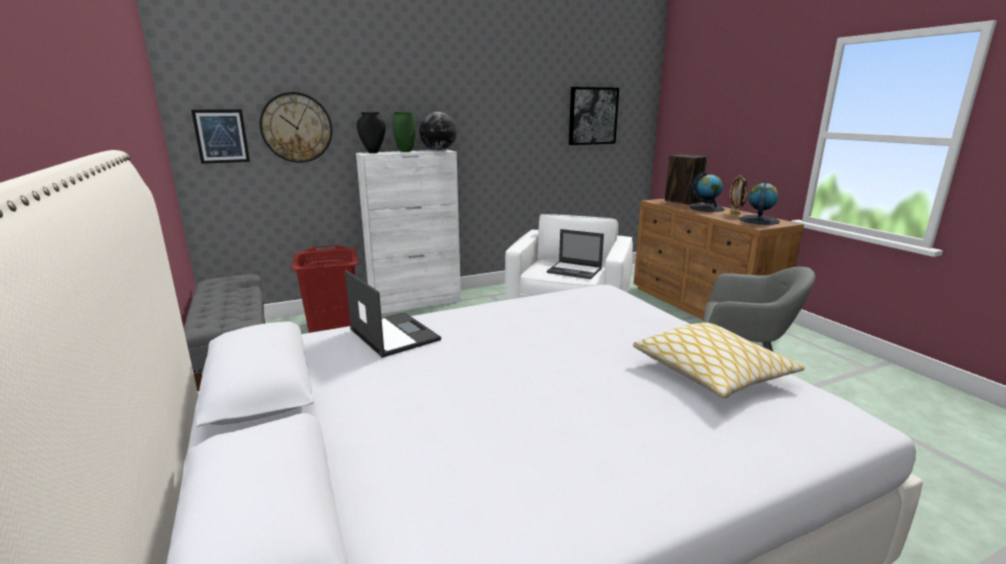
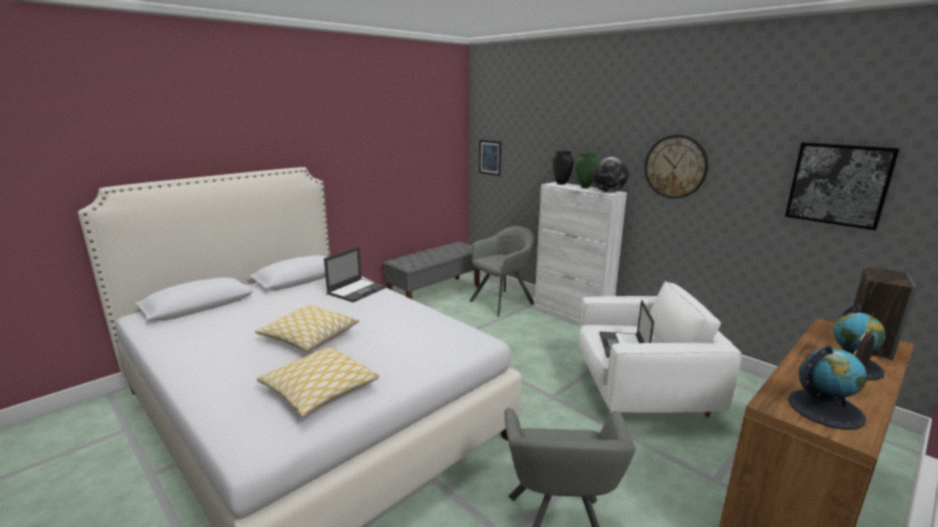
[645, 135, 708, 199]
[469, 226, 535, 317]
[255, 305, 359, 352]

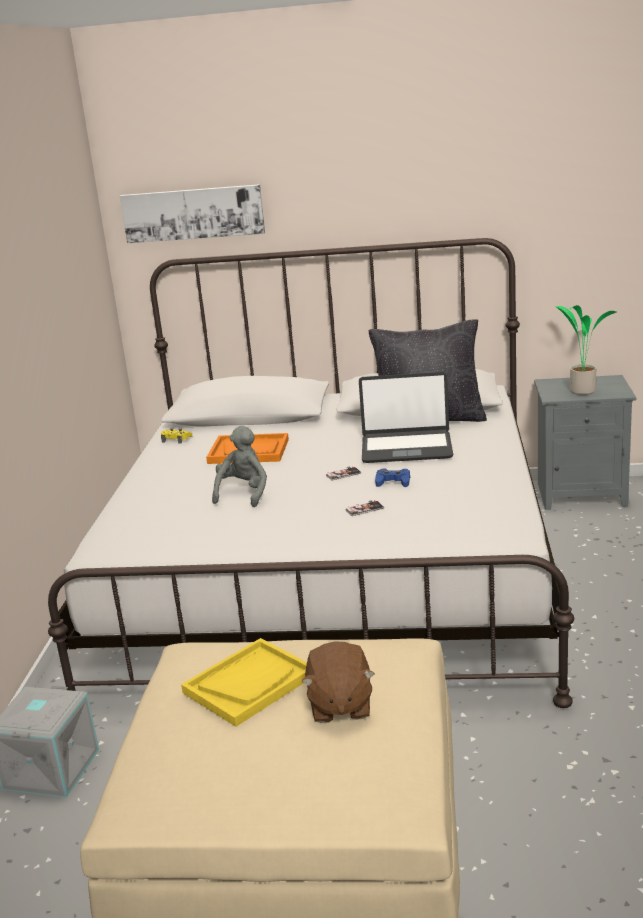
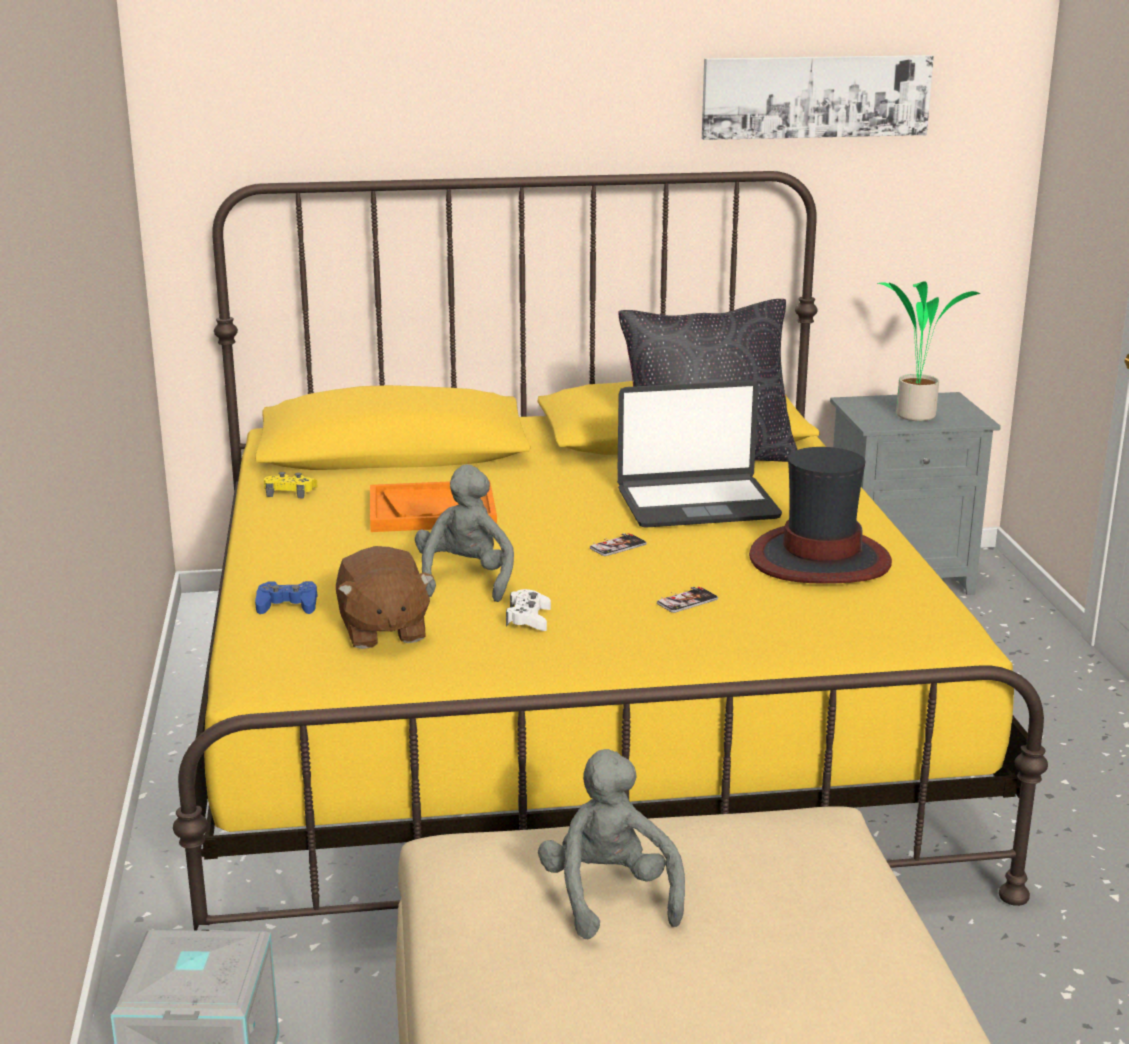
[702, 55, 934, 140]
[173, 171, 1048, 931]
[255, 581, 318, 614]
[538, 749, 685, 939]
[336, 546, 434, 649]
[749, 447, 892, 584]
[506, 589, 551, 631]

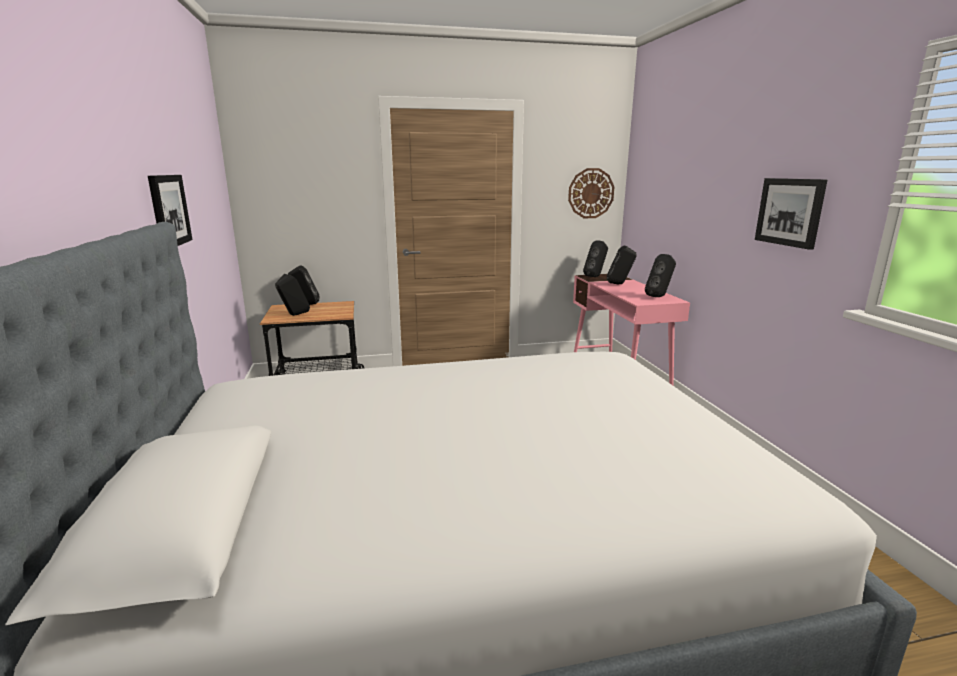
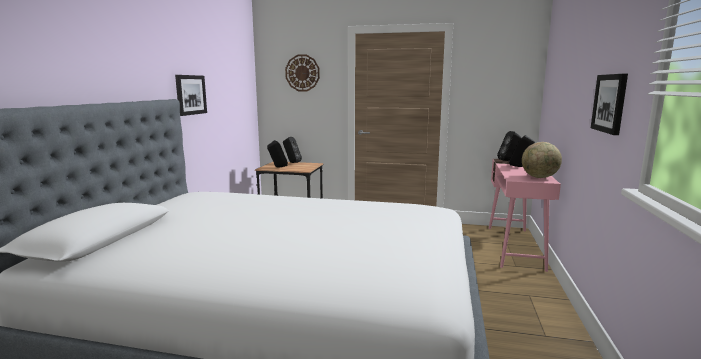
[285, 55, 320, 91]
[522, 142, 562, 178]

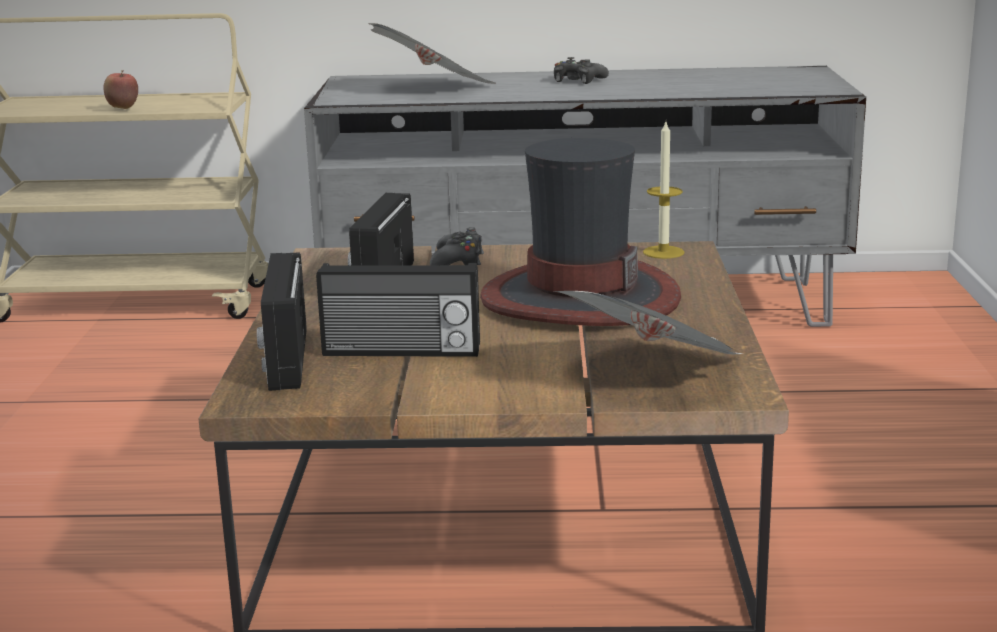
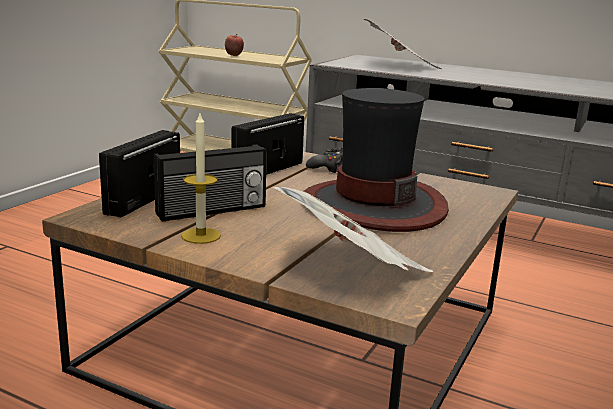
[554, 57, 609, 84] (first image)
[181, 113, 221, 244]
[154, 144, 267, 222]

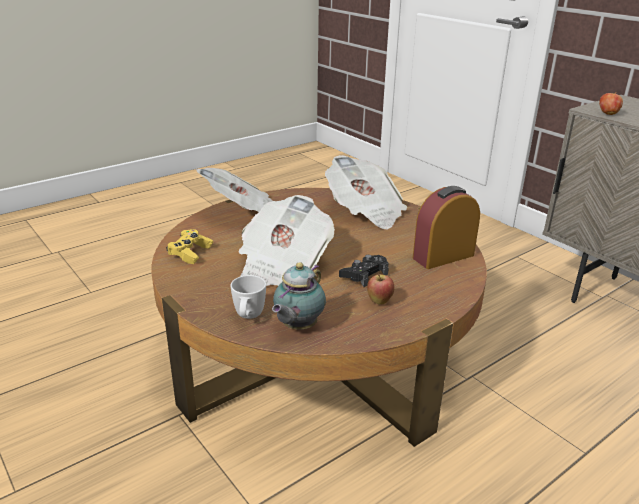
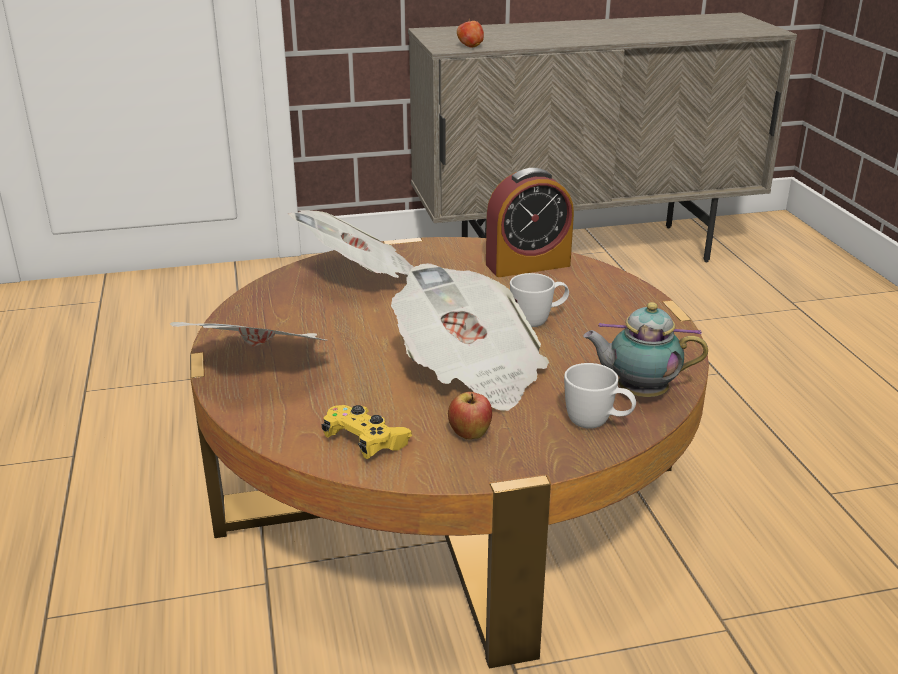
[486, 168, 574, 277]
[510, 273, 569, 327]
[583, 302, 708, 397]
[448, 392, 492, 439]

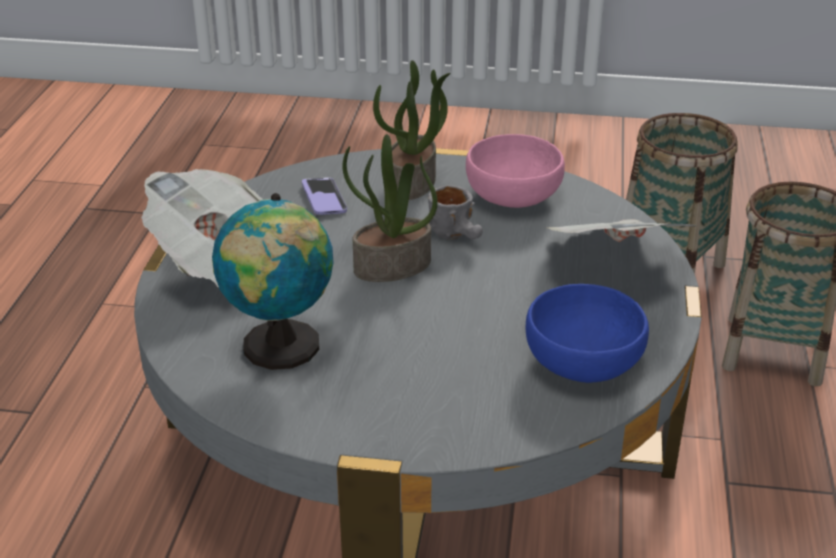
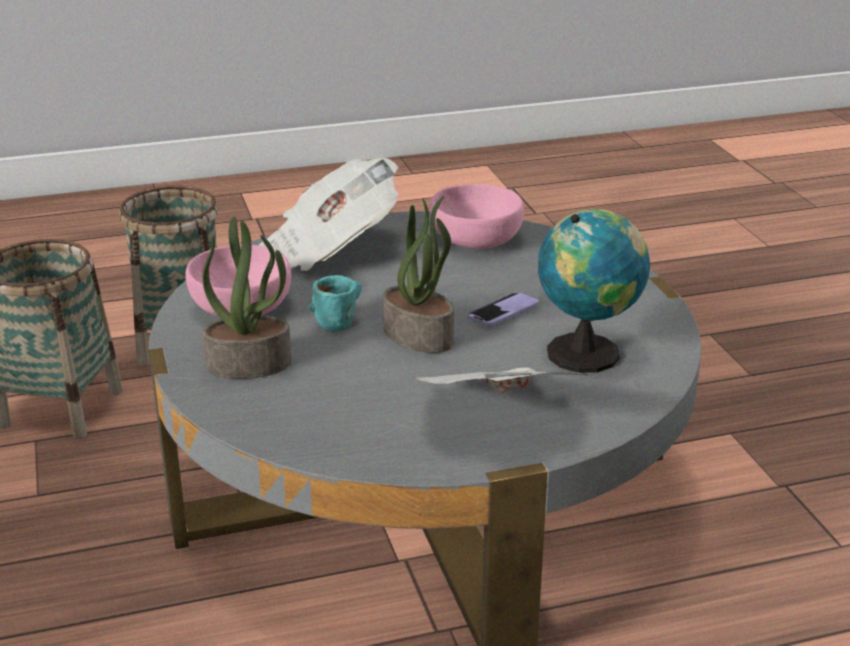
[467, 292, 539, 326]
[309, 275, 362, 332]
[430, 184, 524, 249]

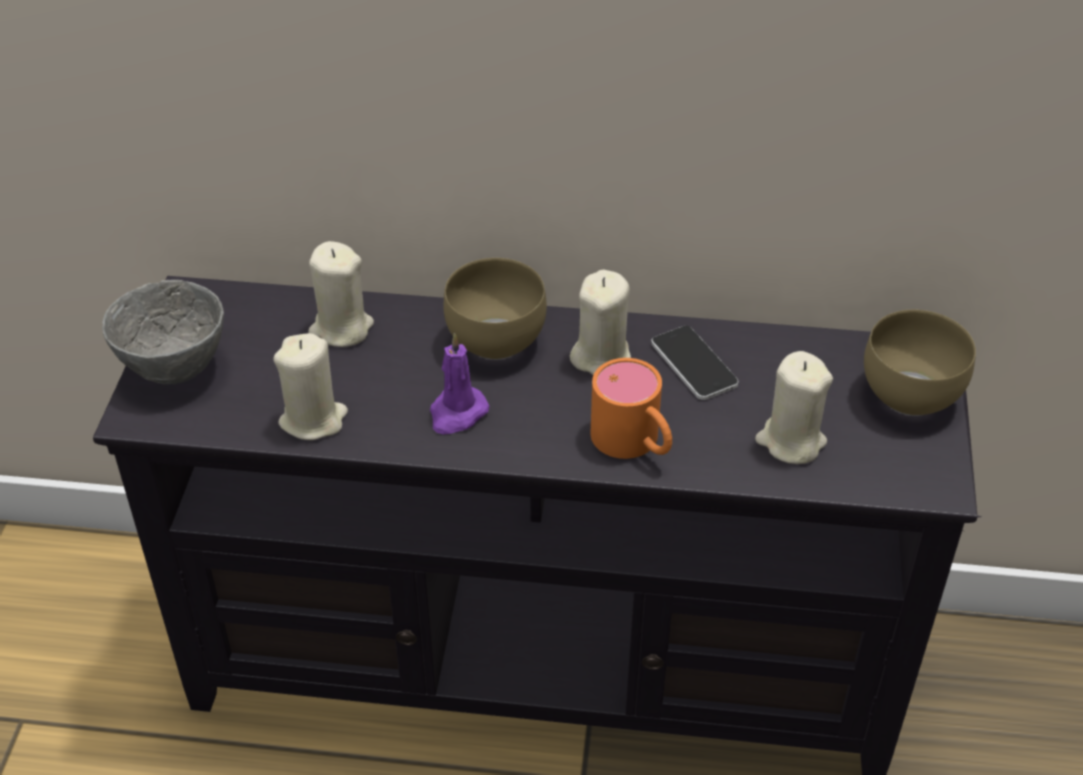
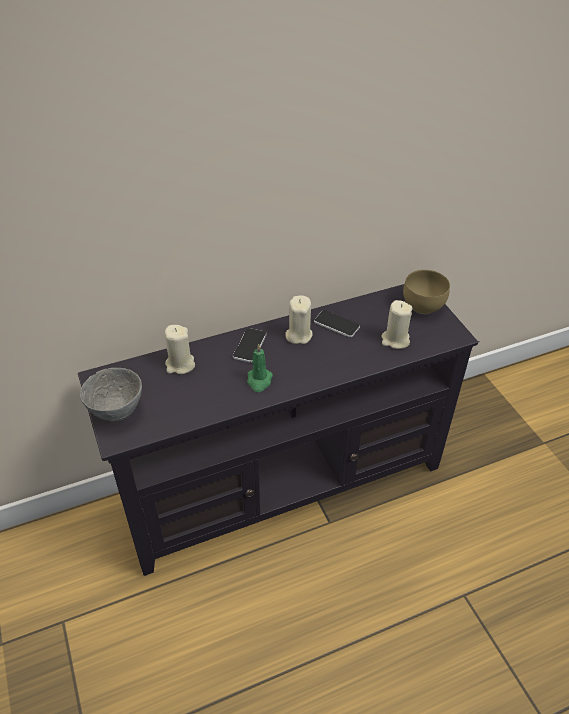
[233, 328, 266, 363]
[274, 333, 348, 440] (first image)
[247, 344, 273, 392]
[591, 358, 672, 459] (first image)

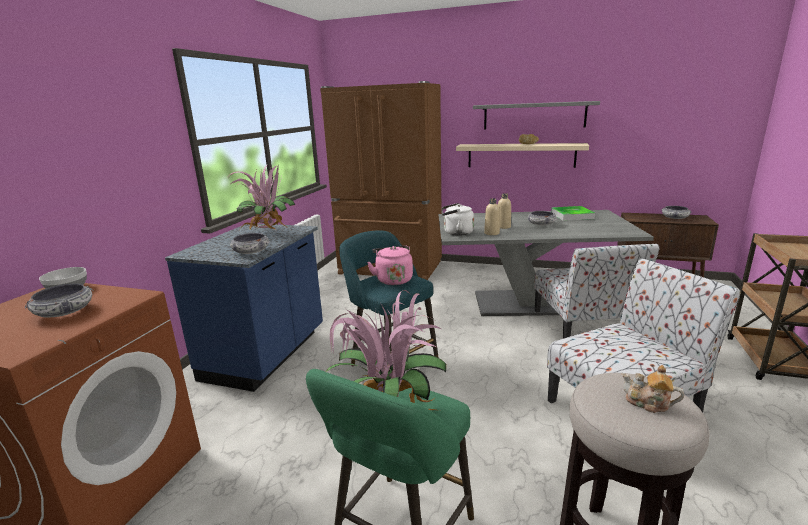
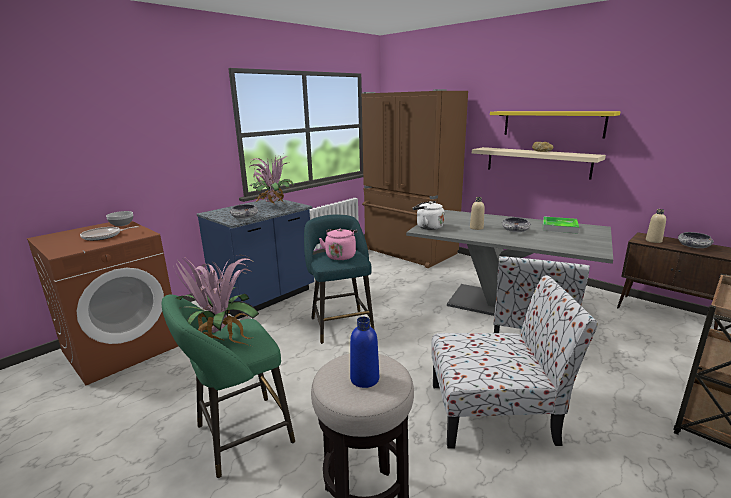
[490, 111, 621, 139]
[646, 209, 666, 243]
[80, 226, 139, 241]
[350, 317, 379, 388]

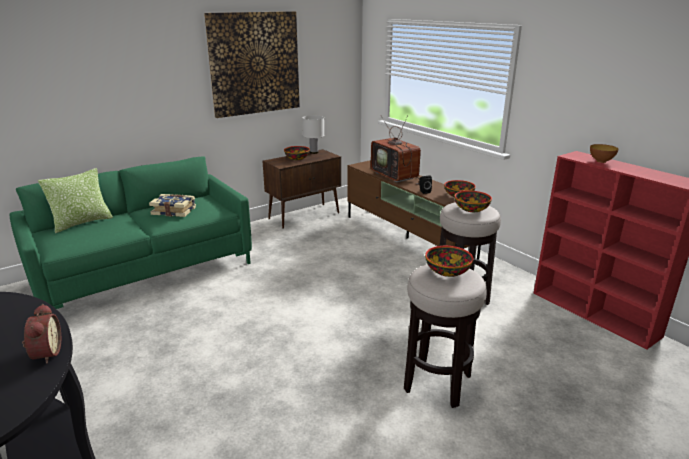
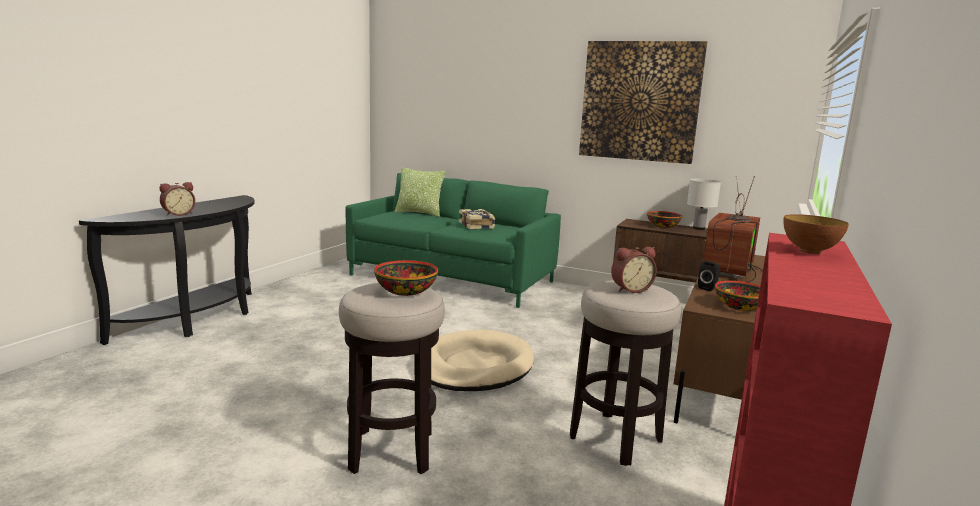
[611, 247, 657, 293]
[431, 330, 534, 391]

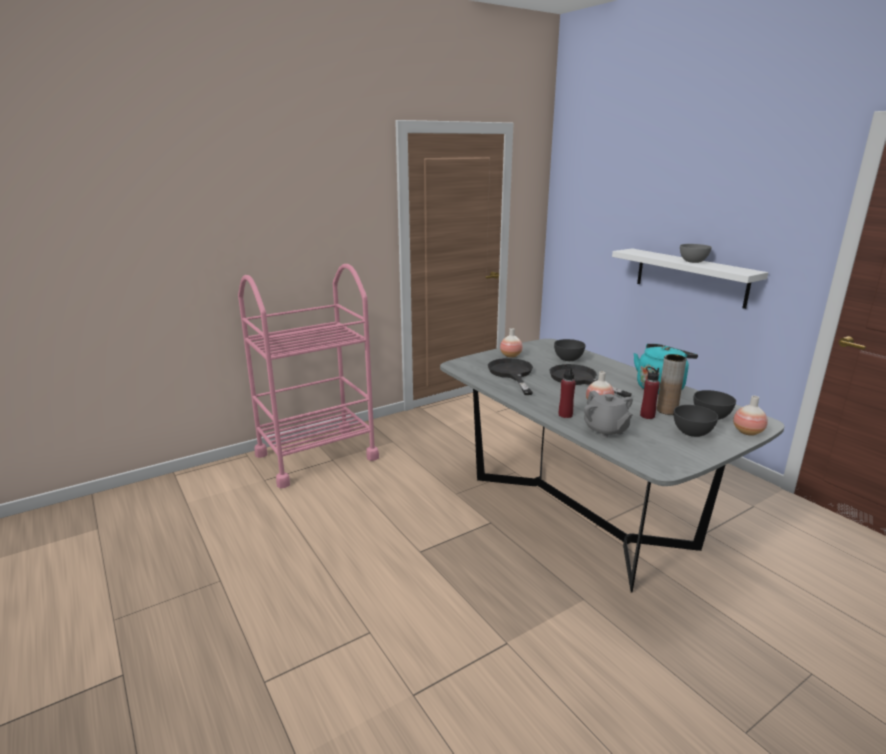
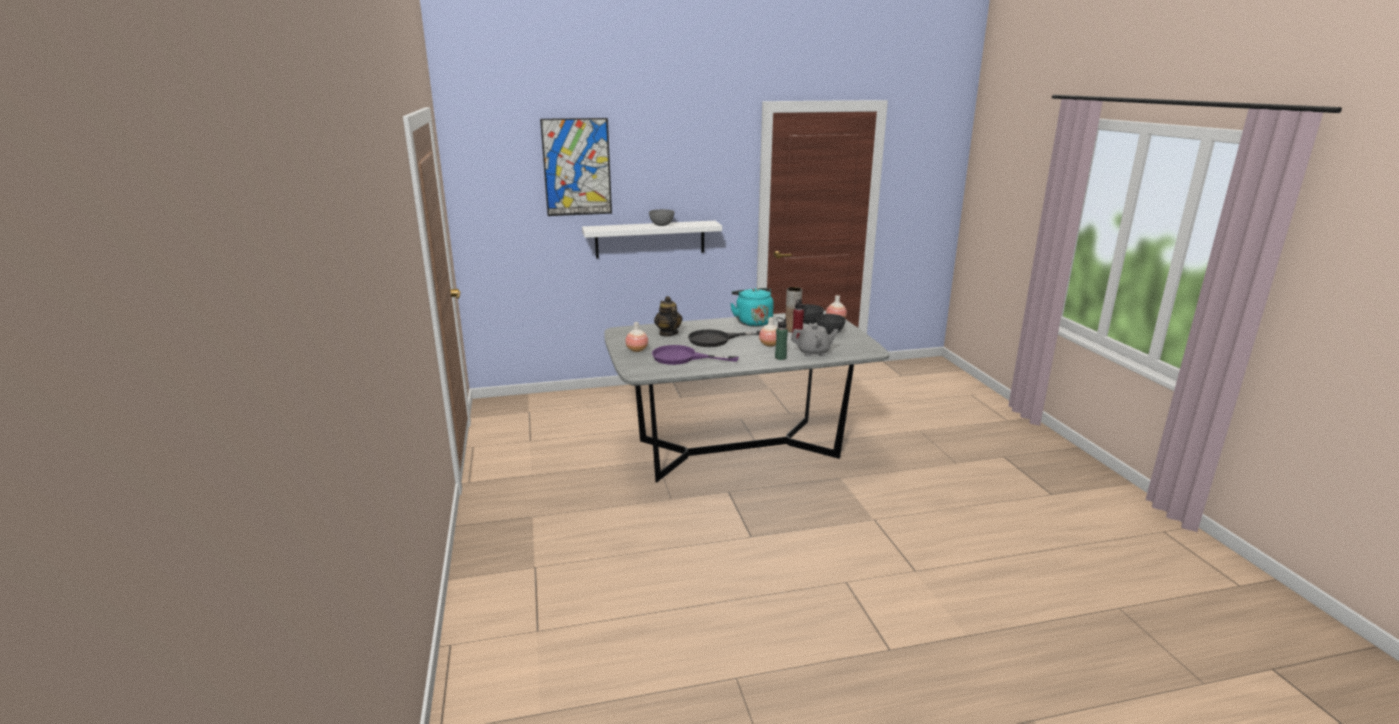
[238, 264, 379, 489] (first image)
[654, 296, 682, 337]
[652, 345, 739, 365]
[775, 317, 788, 360]
[540, 118, 612, 216]

